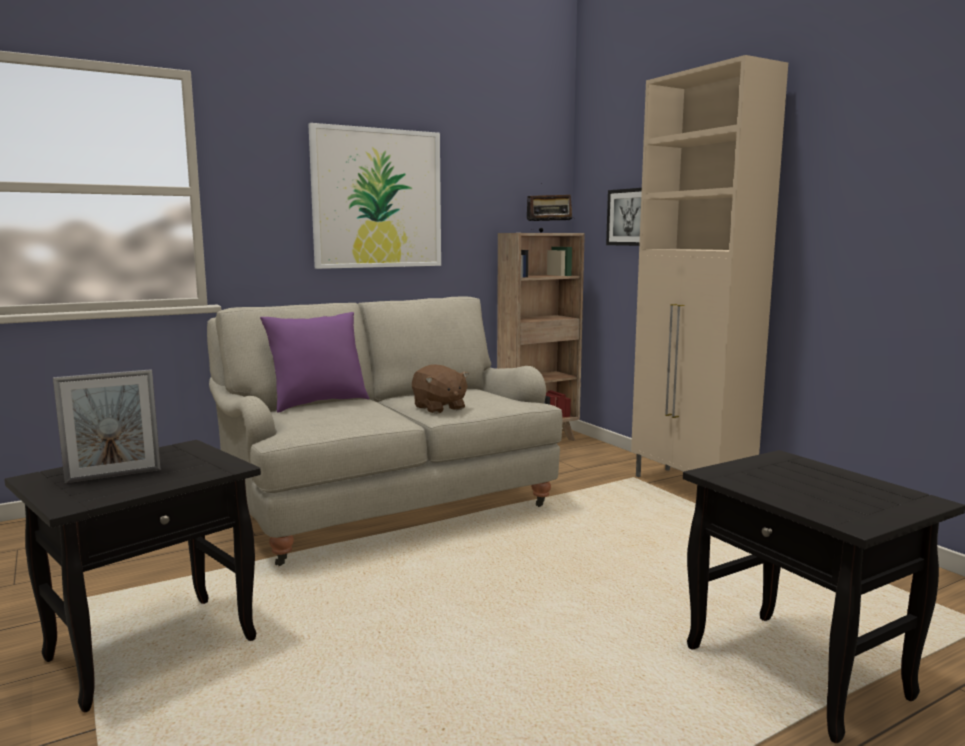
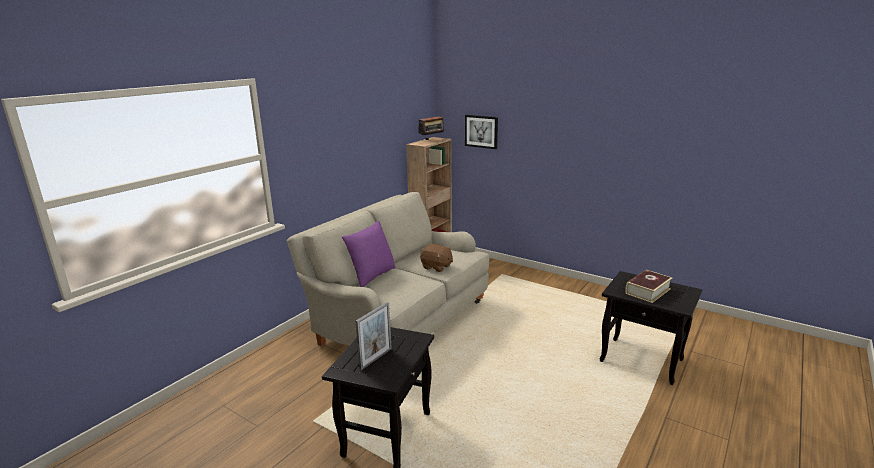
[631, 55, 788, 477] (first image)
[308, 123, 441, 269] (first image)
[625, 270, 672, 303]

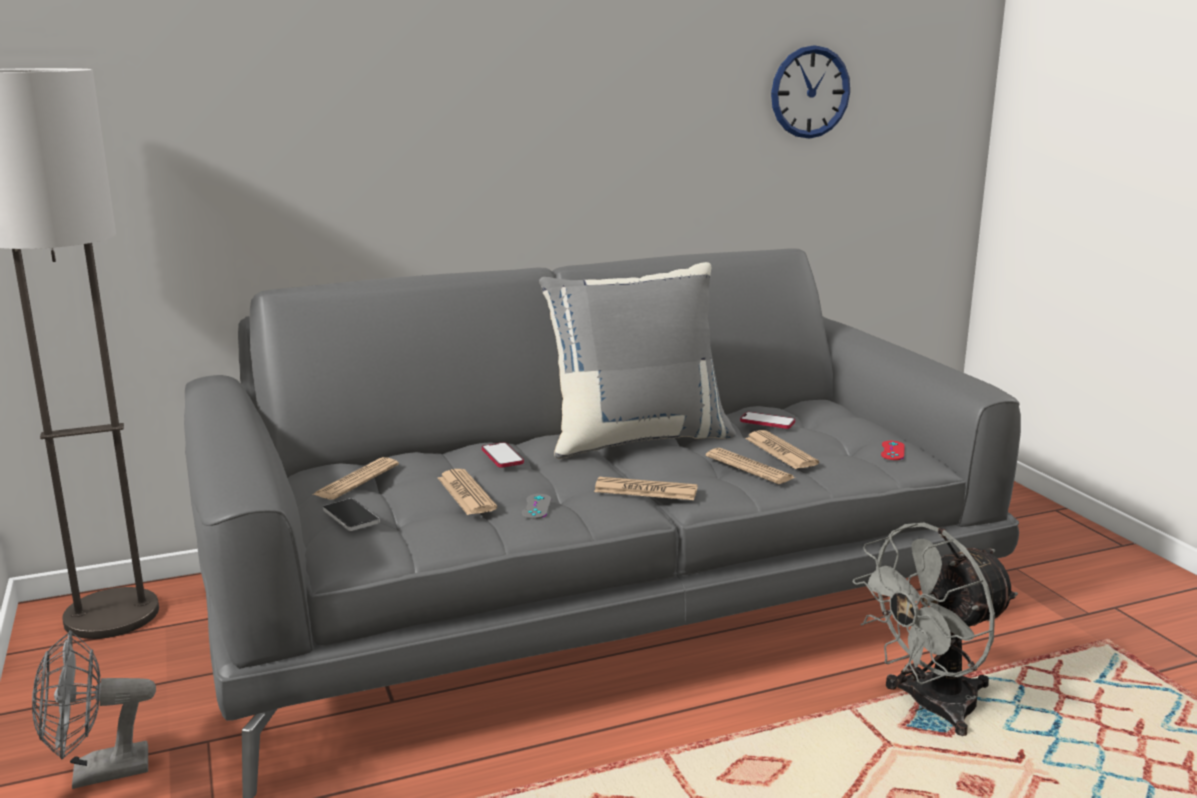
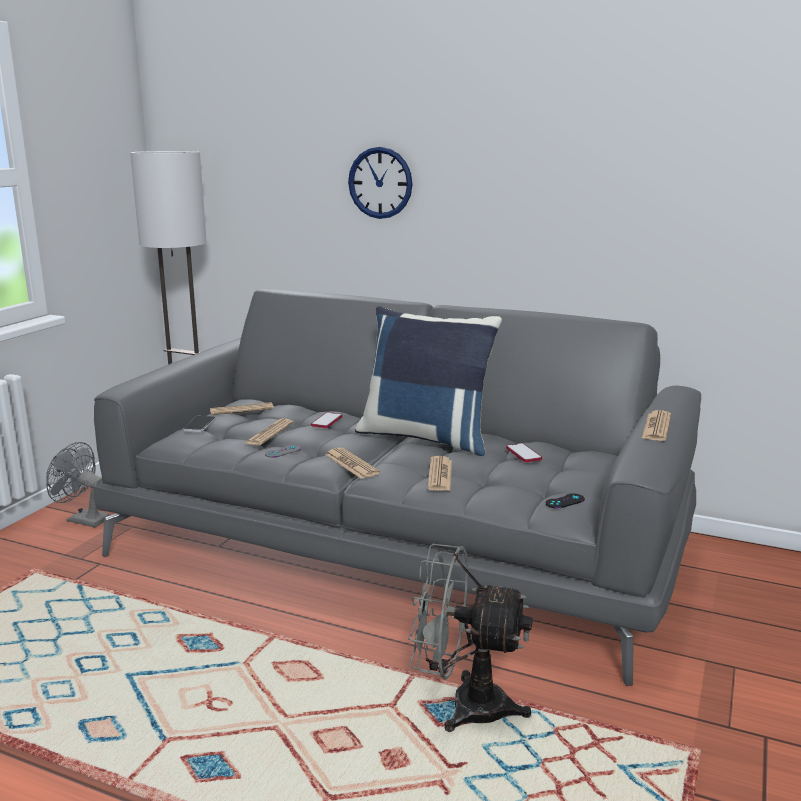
[348, 147, 413, 219]
[355, 306, 502, 456]
[642, 410, 671, 441]
[546, 494, 585, 509]

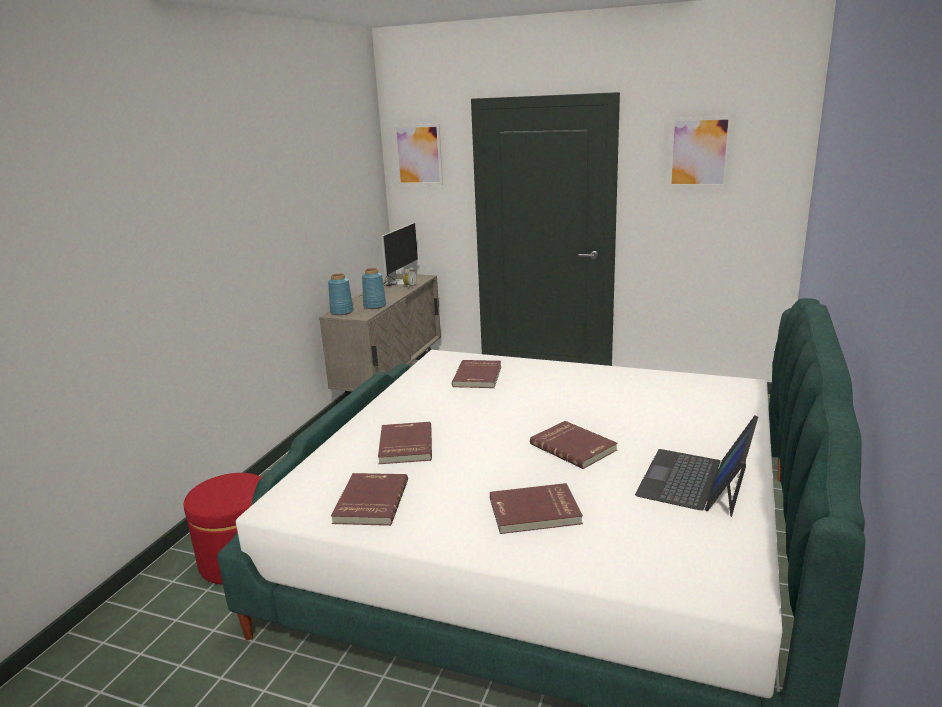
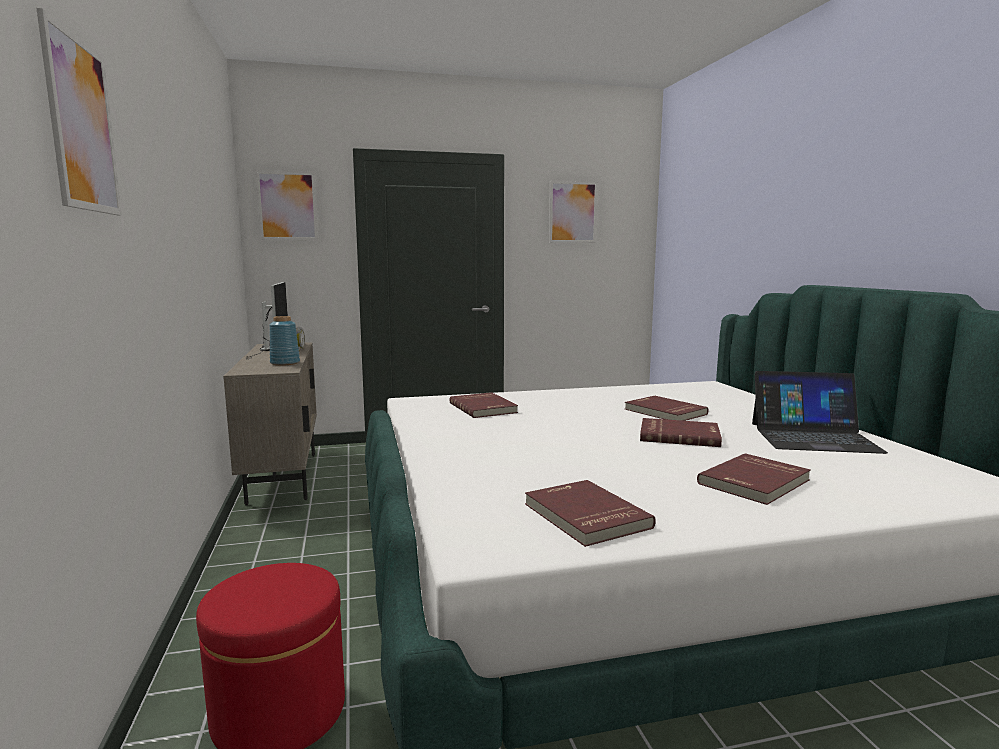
[328, 273, 354, 315] (first image)
[752, 371, 888, 454]
[625, 396, 708, 421]
[36, 8, 122, 215]

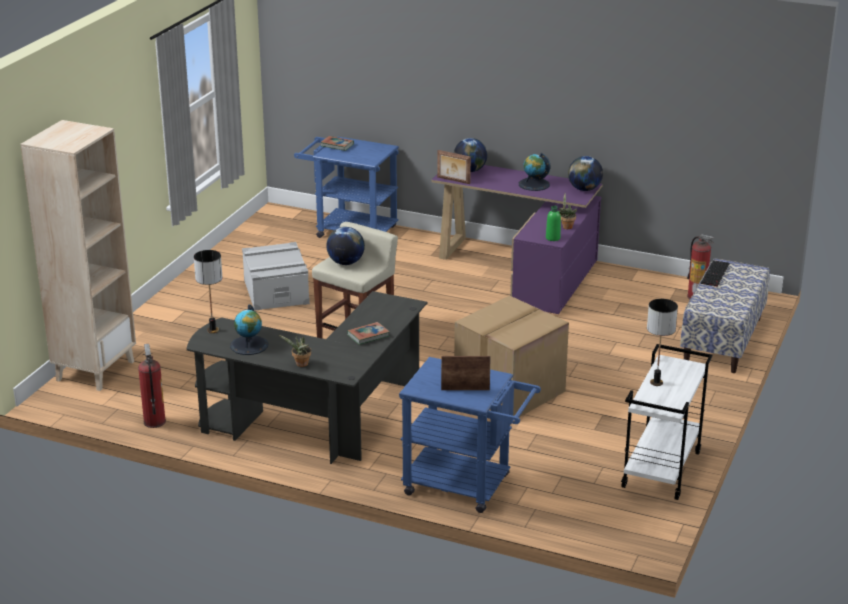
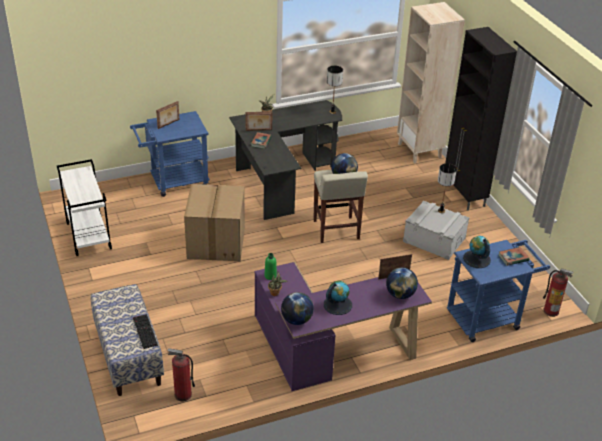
[438, 163, 457, 213]
[463, 236, 491, 268]
[543, 269, 574, 317]
[445, 27, 517, 210]
[245, 112, 272, 131]

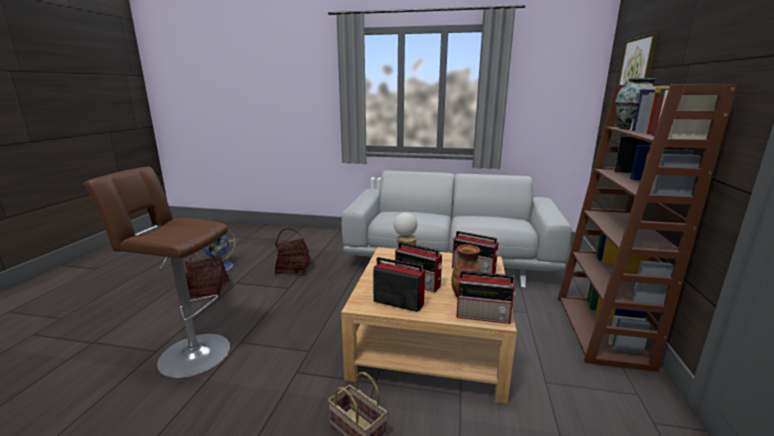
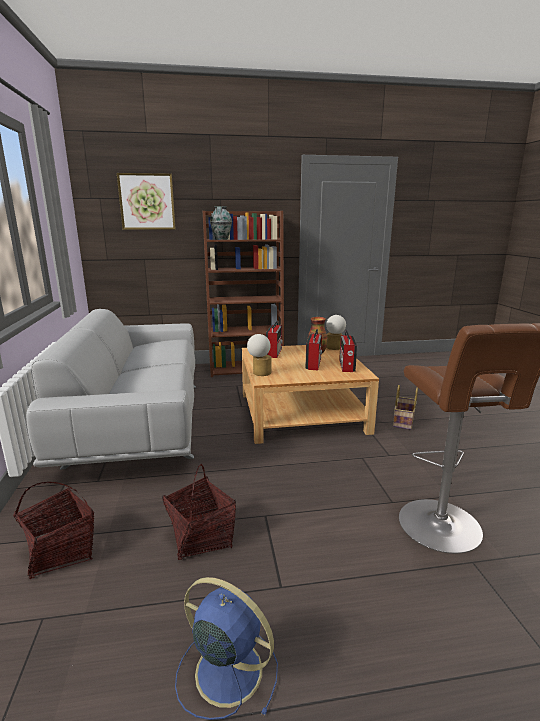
[13, 482, 94, 579]
[326, 315, 346, 350]

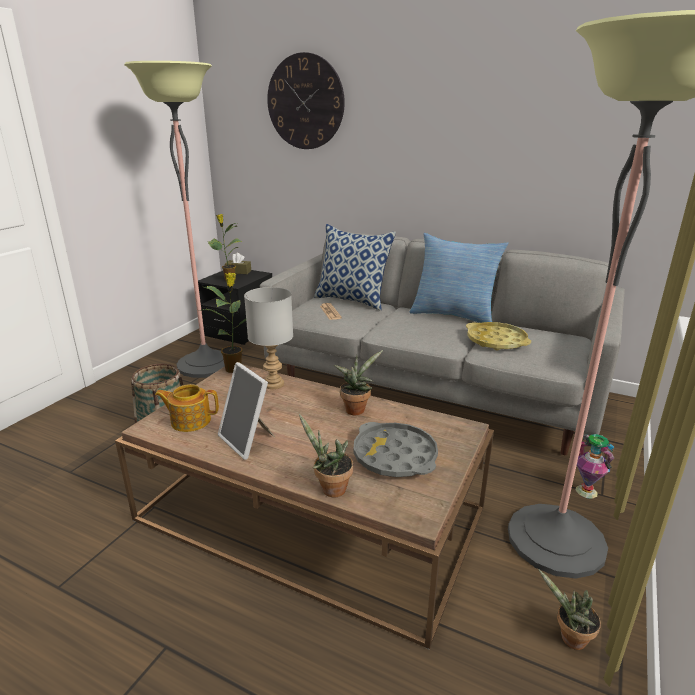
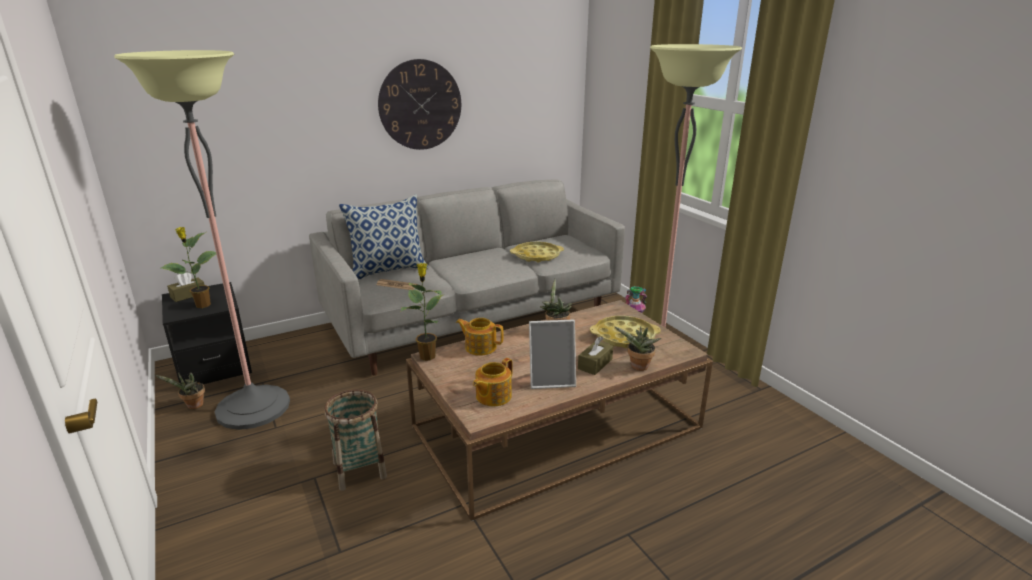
[378, 59, 461, 150]
[409, 233, 509, 323] (first image)
[456, 318, 504, 356]
[590, 316, 661, 348]
[155, 372, 205, 409]
[578, 336, 613, 375]

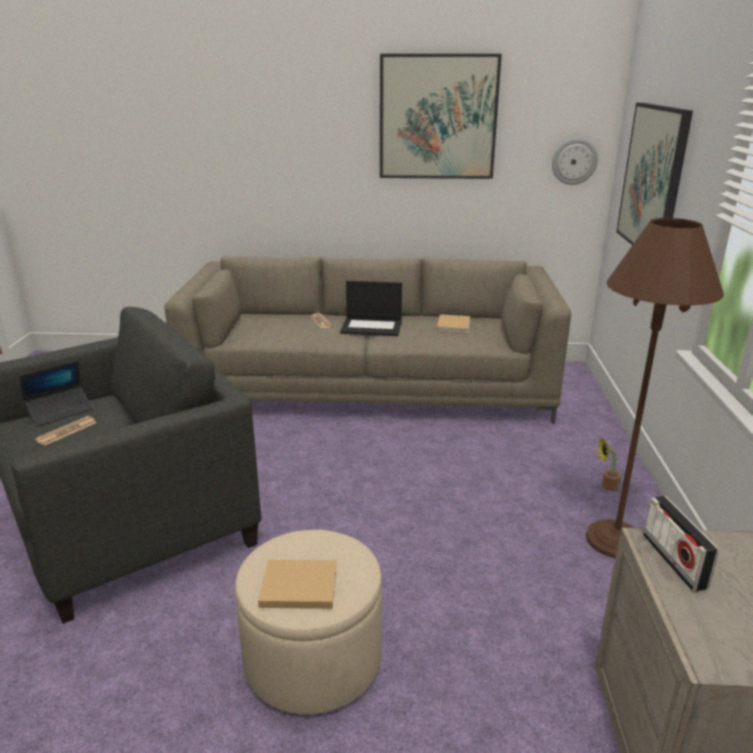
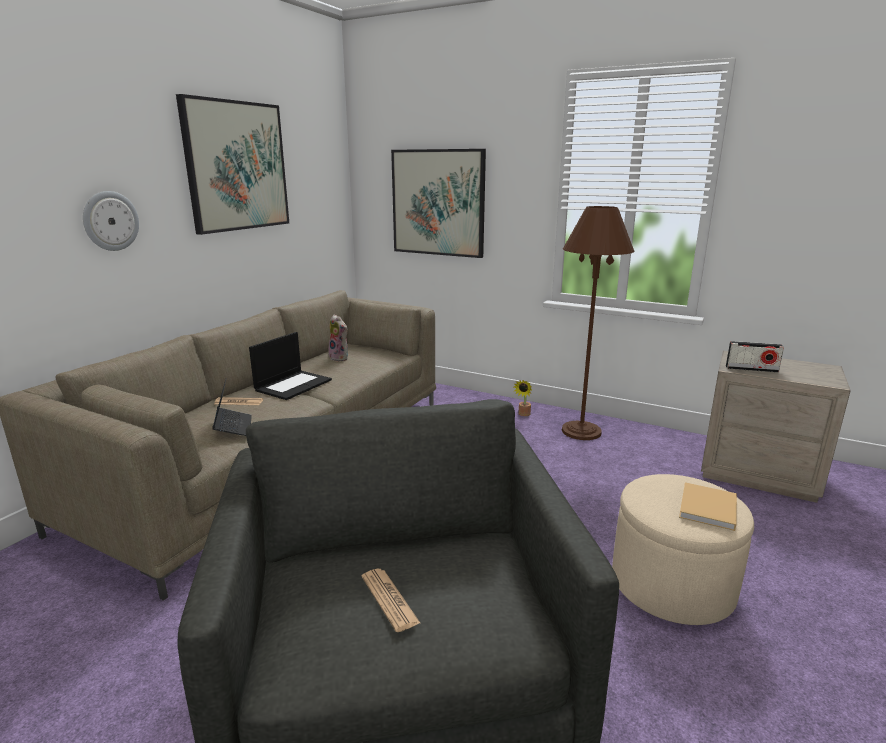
[83, 191, 139, 251]
[328, 315, 348, 362]
[212, 379, 252, 436]

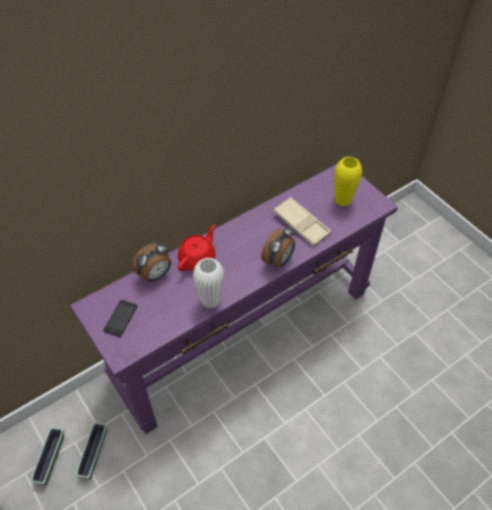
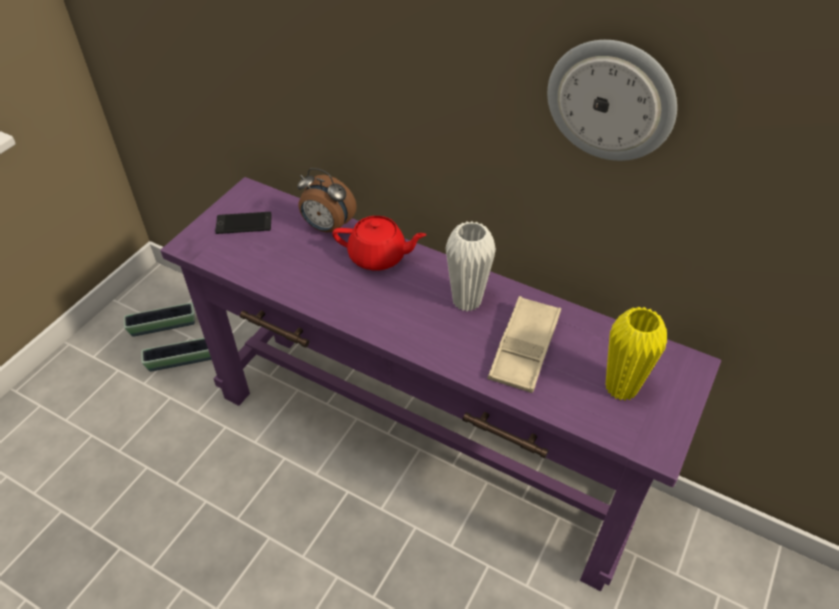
[261, 226, 295, 268] (first image)
[446, 221, 496, 311]
[547, 40, 677, 161]

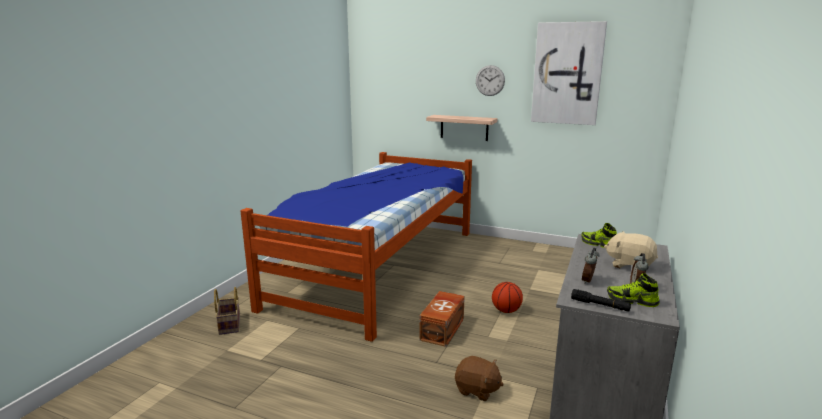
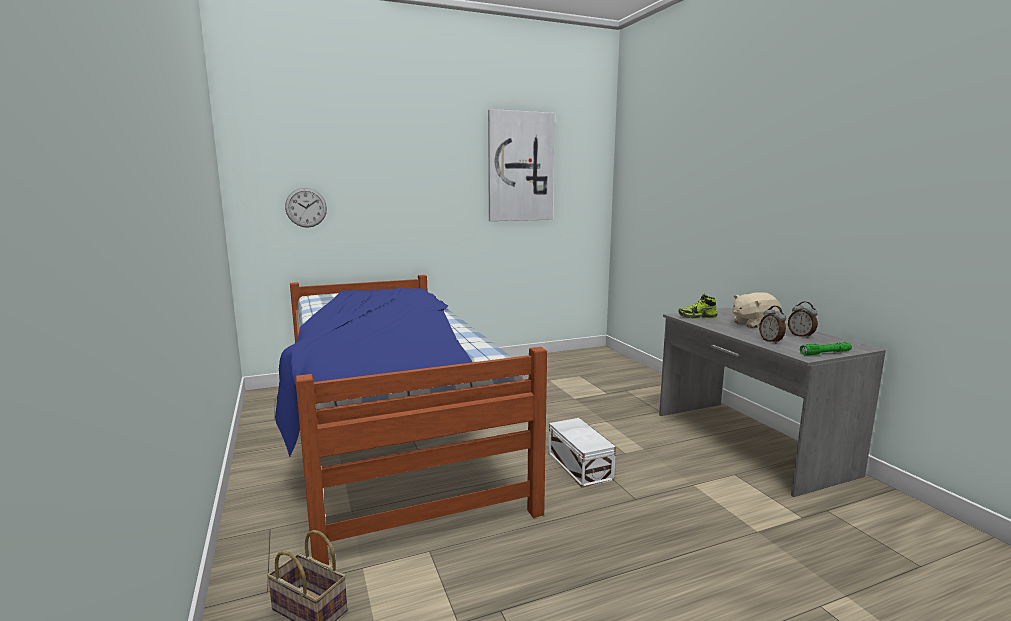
[285, 188, 327, 228]
[426, 115, 498, 141] (first image)
[607, 273, 660, 307] (first image)
[492, 282, 523, 313] (first image)
[800, 342, 852, 355]
[549, 418, 616, 488]
[455, 356, 504, 401] (first image)

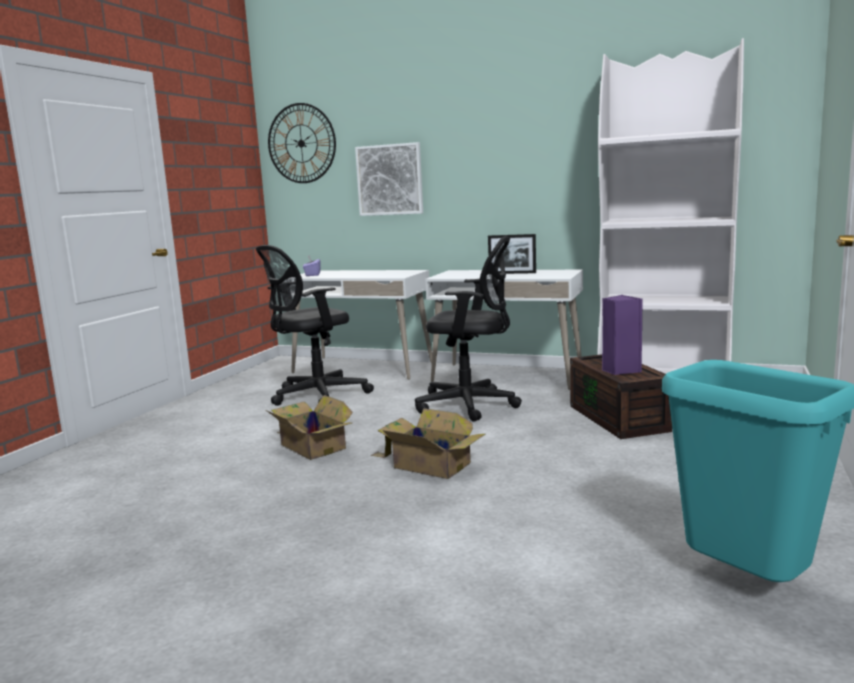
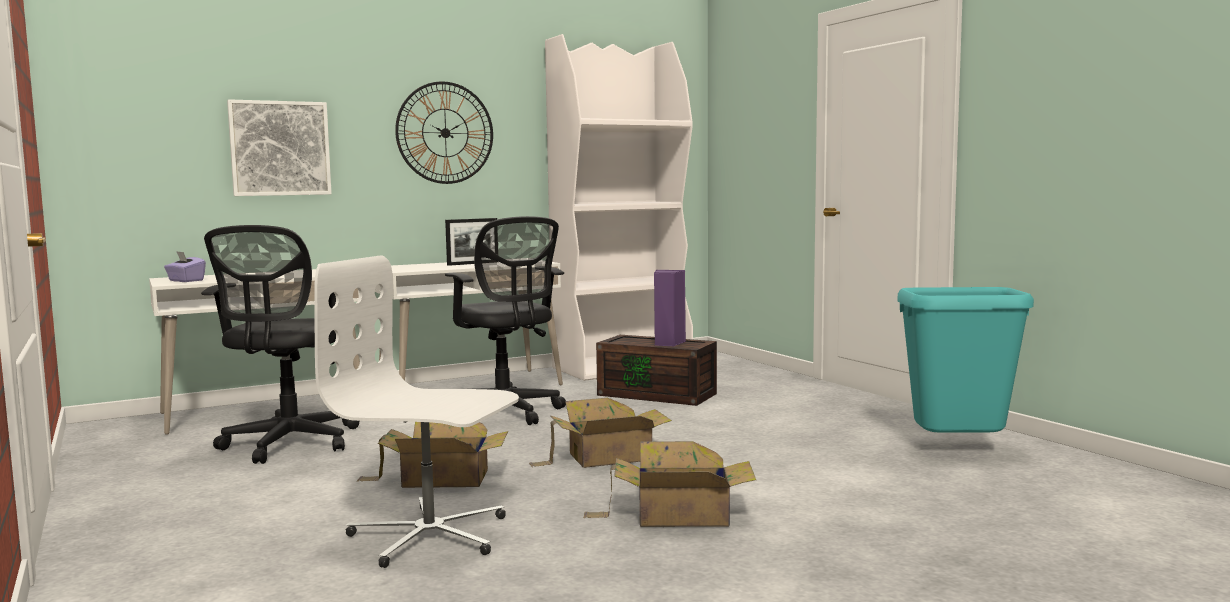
[395, 81, 493, 184]
[445, 216, 566, 425]
[314, 255, 519, 568]
[584, 441, 756, 527]

